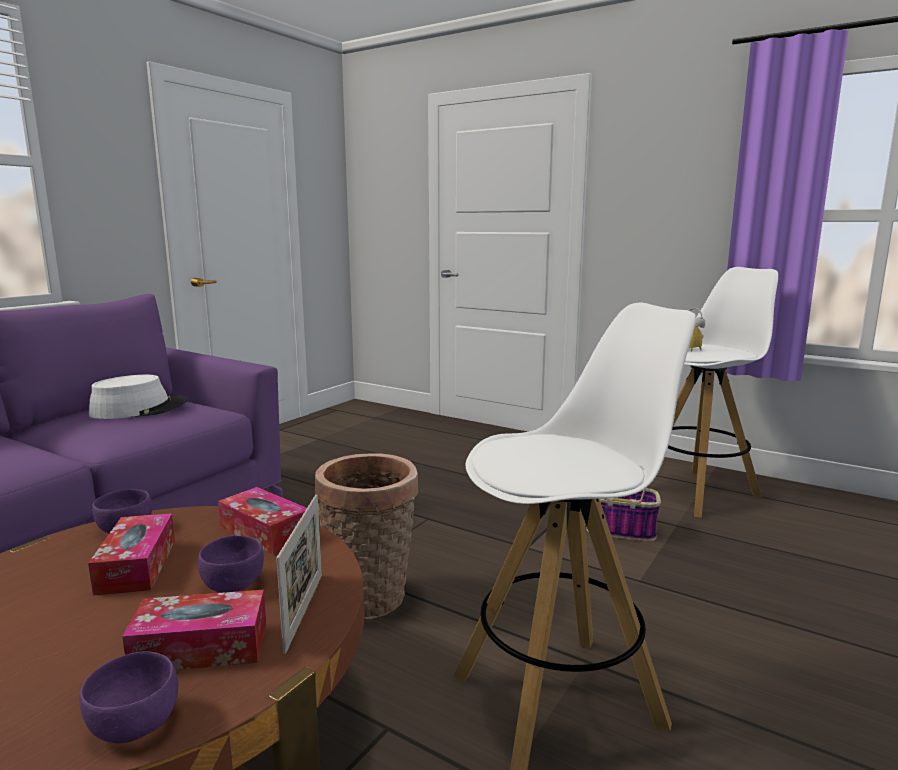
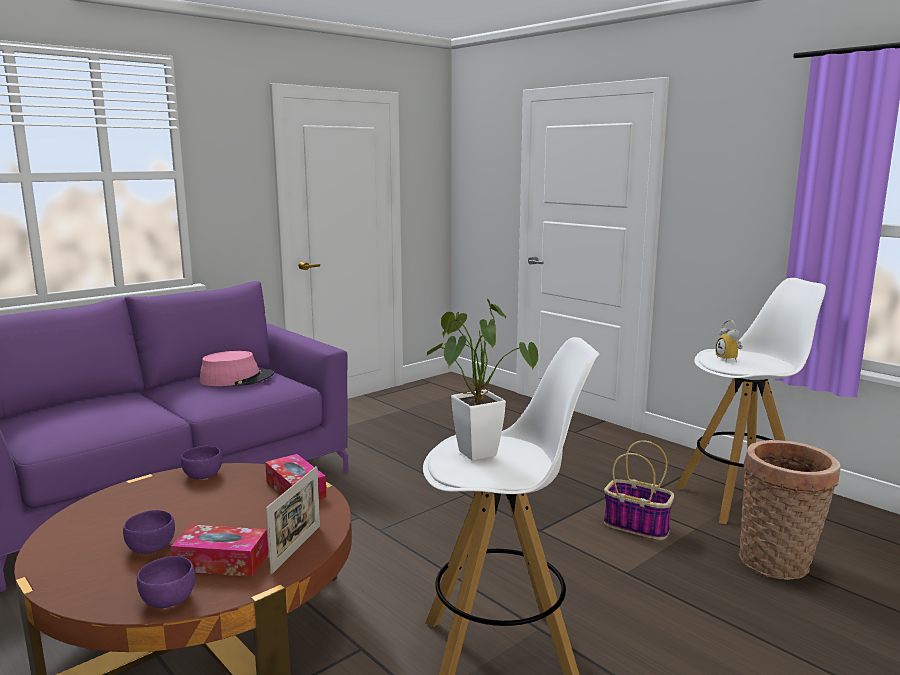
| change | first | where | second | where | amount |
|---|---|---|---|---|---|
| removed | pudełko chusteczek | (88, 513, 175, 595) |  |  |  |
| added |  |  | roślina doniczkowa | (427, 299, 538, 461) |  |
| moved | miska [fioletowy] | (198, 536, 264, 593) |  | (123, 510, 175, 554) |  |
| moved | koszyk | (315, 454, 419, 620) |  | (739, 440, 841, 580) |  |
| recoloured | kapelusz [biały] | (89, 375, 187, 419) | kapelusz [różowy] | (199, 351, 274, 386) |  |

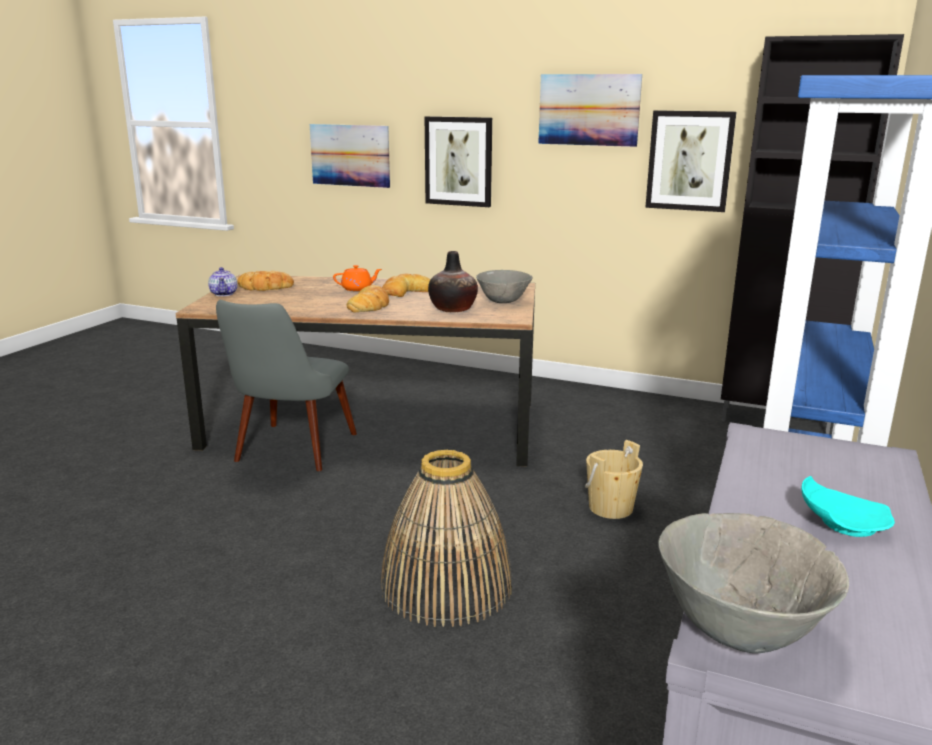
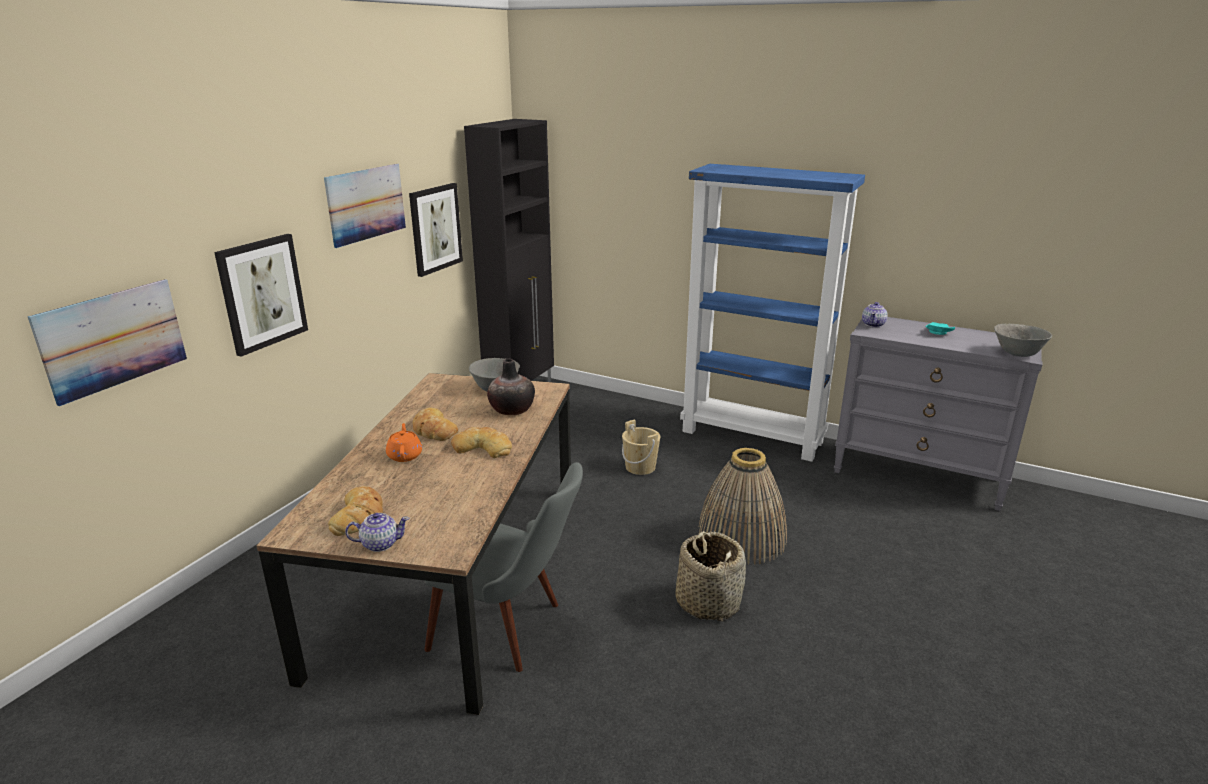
| change | first | where | second | where | amount |
|---|---|---|---|---|---|
| added |  |  | koszyk | (675, 531, 746, 621) |  |
| added |  |  | imbryk | (862, 302, 888, 327) |  |

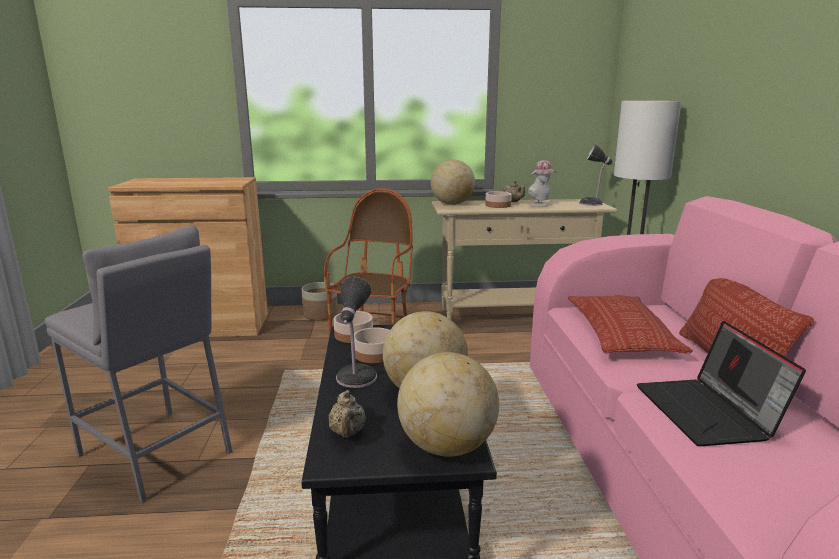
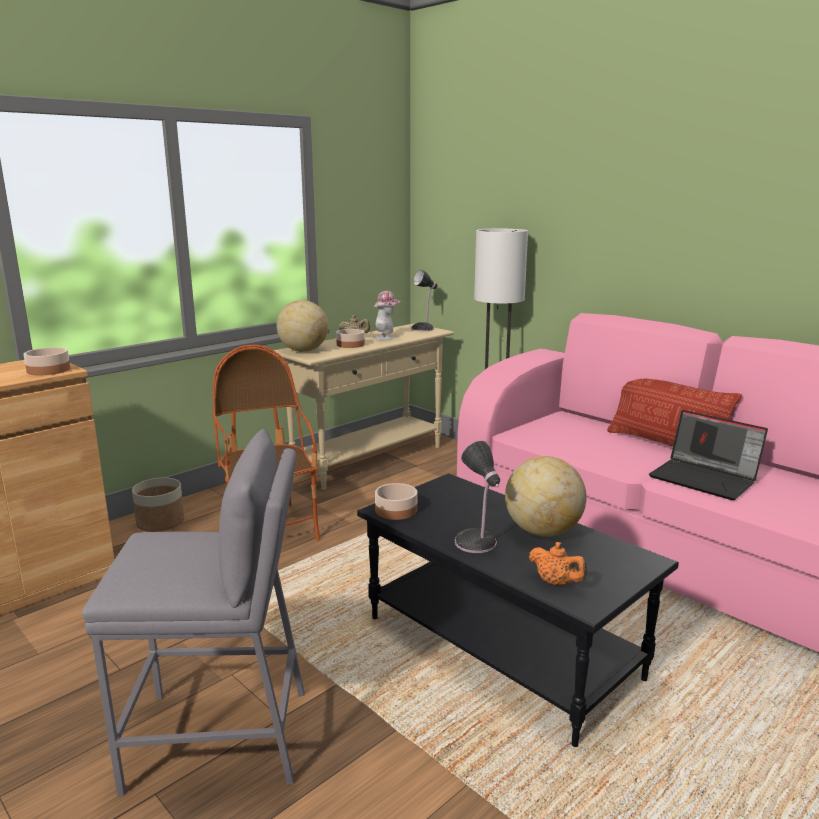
| change | first | where | second | where | amount |
|---|---|---|---|---|---|
| removed | globus | (397, 352, 499, 457) |  |  |  |
| removed | poduszka | (568, 295, 693, 354) |  |  |  |
| moved | miska | (354, 327, 390, 363) |  | (24, 347, 70, 375) |  |
| recoloured | imbryk [beżowy] | (328, 390, 366, 438) | imbryk [pomarańczowy] | (529, 542, 587, 586) |  |

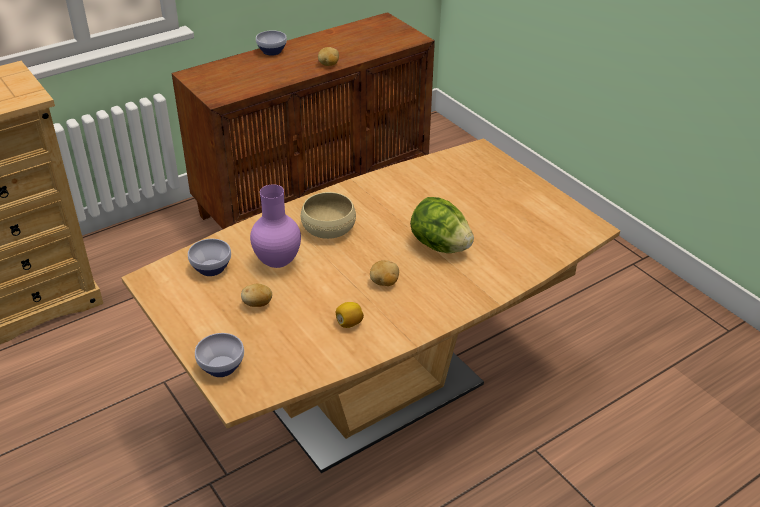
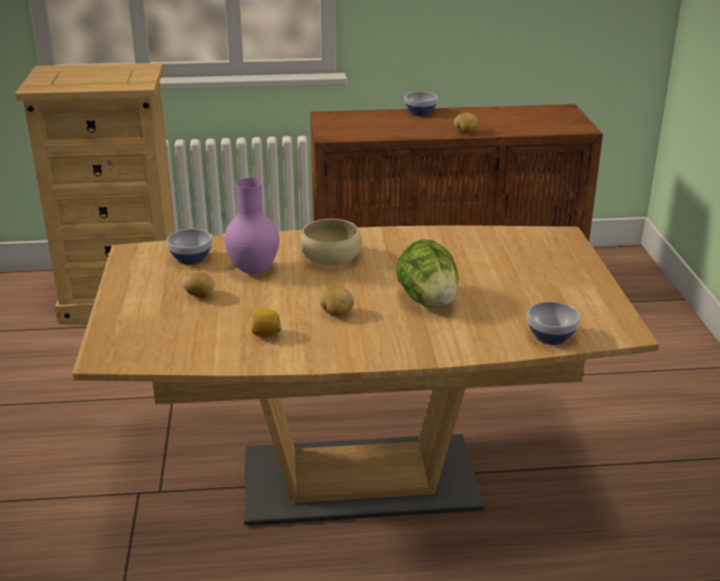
| change | first | where | second | where | amount |
|---|---|---|---|---|---|
| moved | miska | (195, 333, 244, 377) |  | (527, 301, 580, 345) |  |

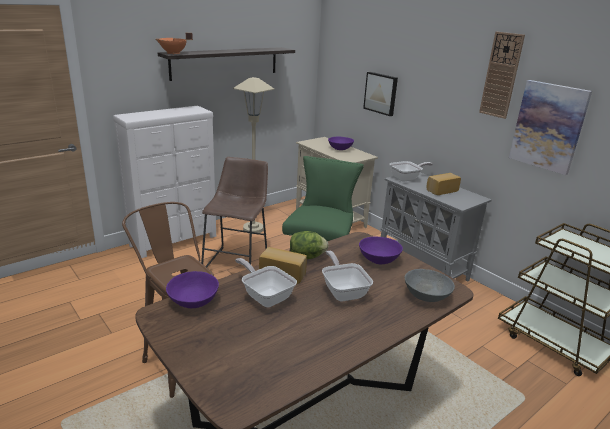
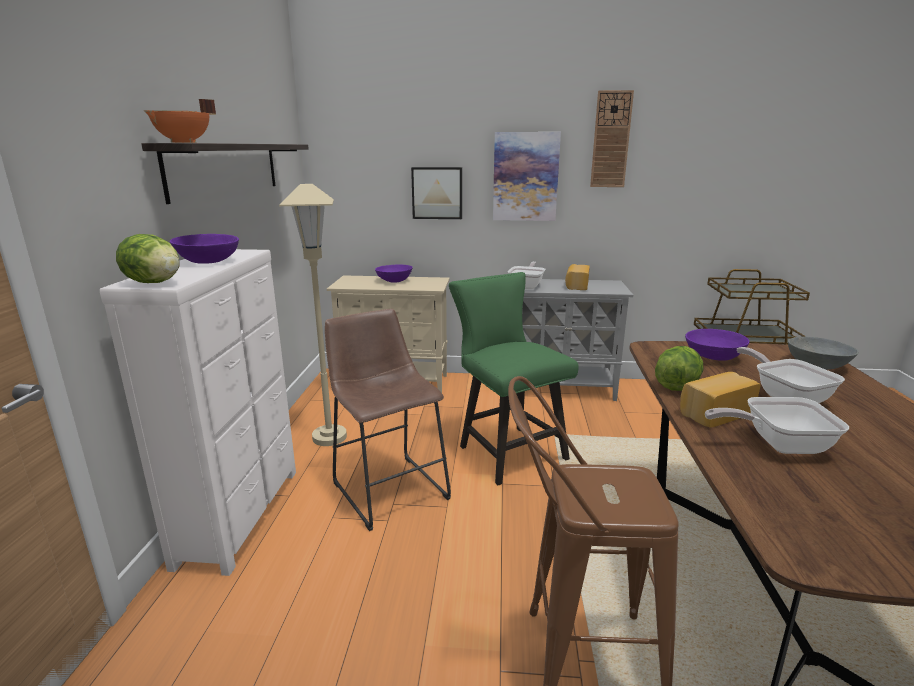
| change | first | where | second | where | amount |
|---|---|---|---|---|---|
| added |  |  | sałata | (116, 234, 180, 283) |  |
| moved | miska [fioletowy] | (166, 271, 219, 308) |  | (170, 234, 239, 264) |  |
| moved | obraz | (509, 80, 592, 175) |  | (493, 132, 561, 221) |  |
| turned | patelnia | (322, 250, 373, 301) |  | (737, 347, 845, 403) | 45 degrees clockwise |

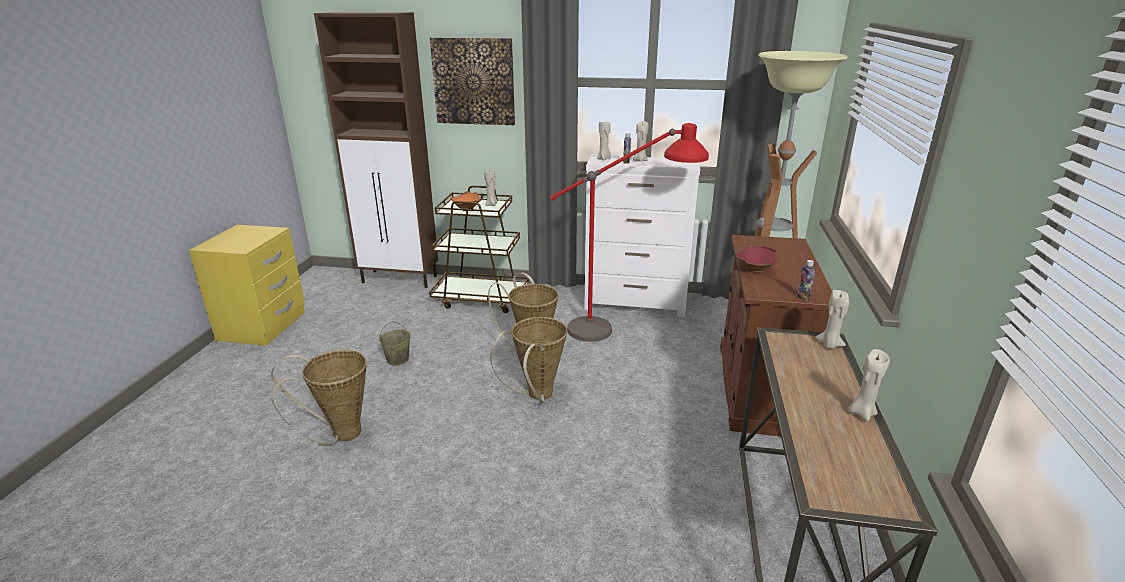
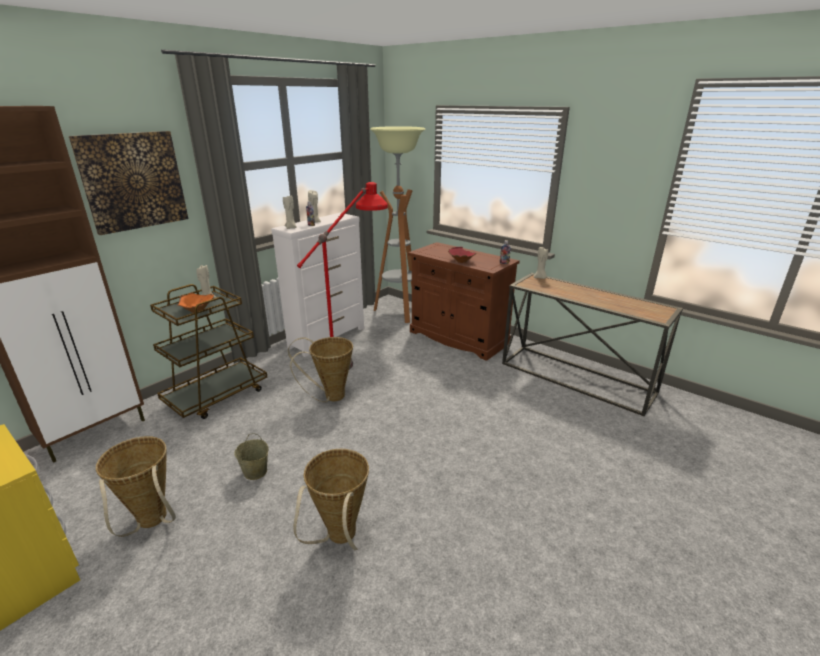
| change | first | where | second | where | amount |
|---|---|---|---|---|---|
| removed | świeca [beżowy] | (849, 349, 890, 421) |  |  |  |
| moved | koszyk | (490, 317, 567, 403) |  | (96, 436, 176, 537) |  |

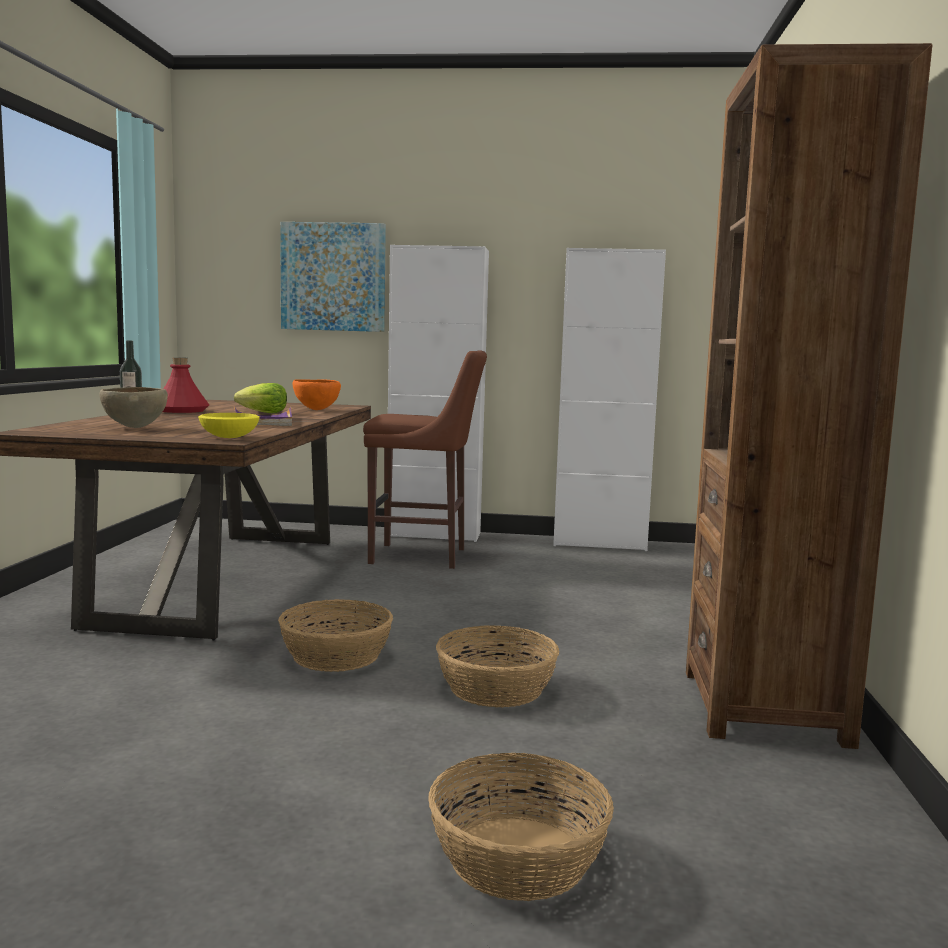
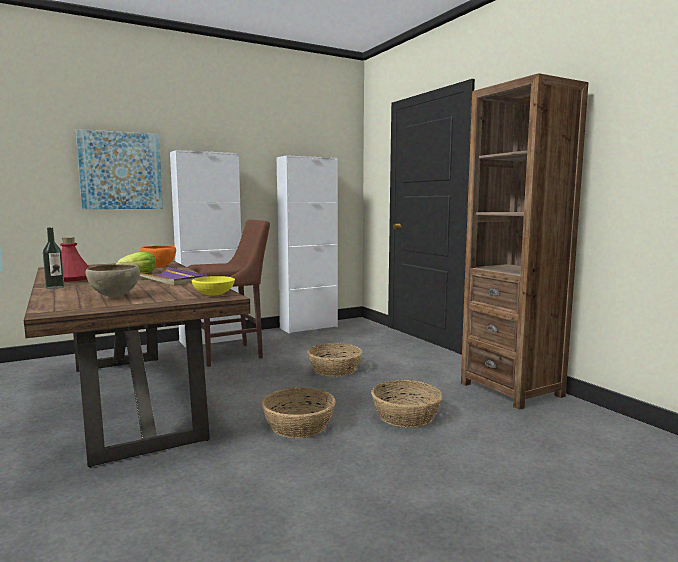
| change | first | where | second | where | amount |
|---|---|---|---|---|---|
| moved | koszyk | (428, 753, 614, 901) |  | (307, 343, 362, 377) |  |

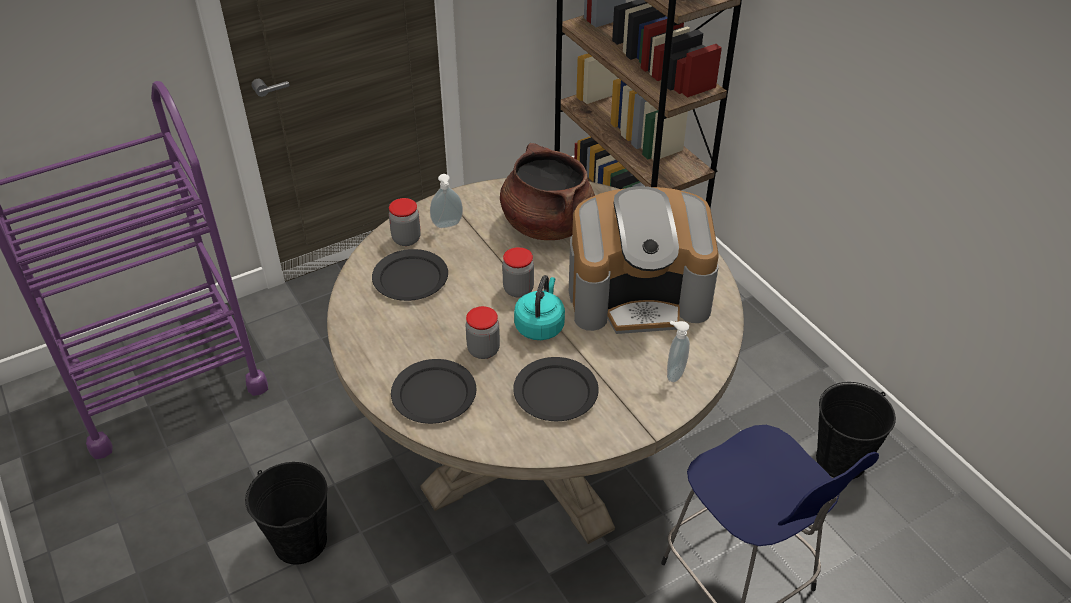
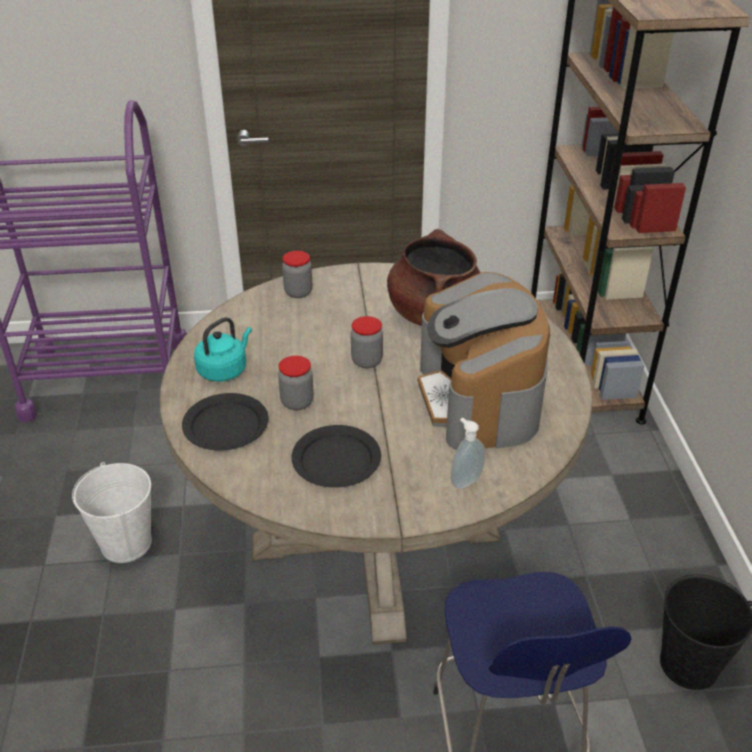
| change | first | where | second | where | amount |
|---|---|---|---|---|---|
| removed | talerz [czarny] | (372, 249, 448, 301) |  |  |  |
| removed | dozownik mydła | (430, 174, 463, 228) |  |  |  |
| moved | czajnik [turkusowy] | (514, 275, 565, 340) |  | (194, 317, 252, 382) |  |
| recoloured | wiadro [czarny] | (245, 462, 327, 565) | wiadro [biały] | (72, 462, 152, 563) |  |
| turned | ekspres do kawy | (569, 186, 719, 334) |  | (418, 272, 550, 450) | 60 degrees clockwise |

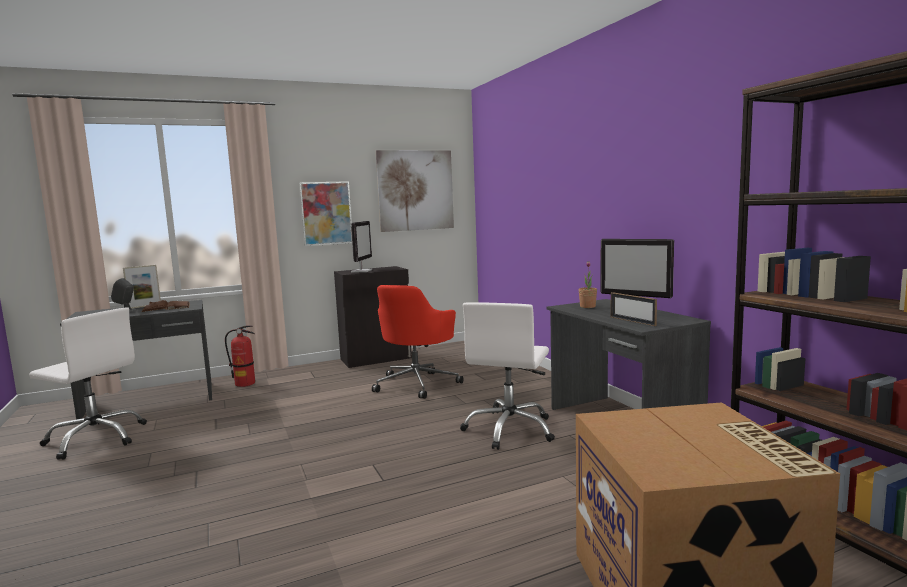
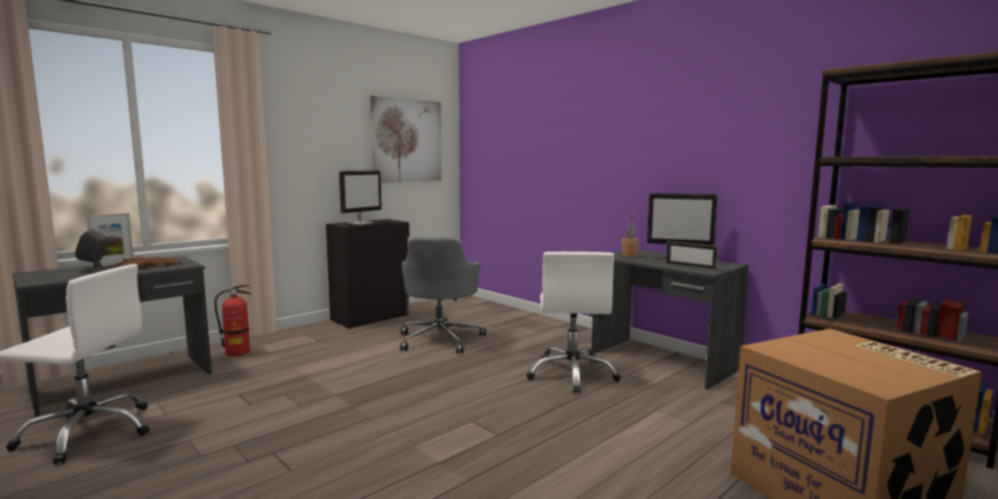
| change | first | where | second | where | amount |
|---|---|---|---|---|---|
| removed | obraz | (299, 181, 352, 246) |  |  |  |
| recoloured | krzesło biurowe [czerwony] | (372, 285, 464, 399) | krzesło biurowe [szary] | (400, 237, 486, 353) |  |
| turned | monitor | (351, 221, 372, 273) |  | (339, 170, 382, 225) | 45 degrees clockwise |

